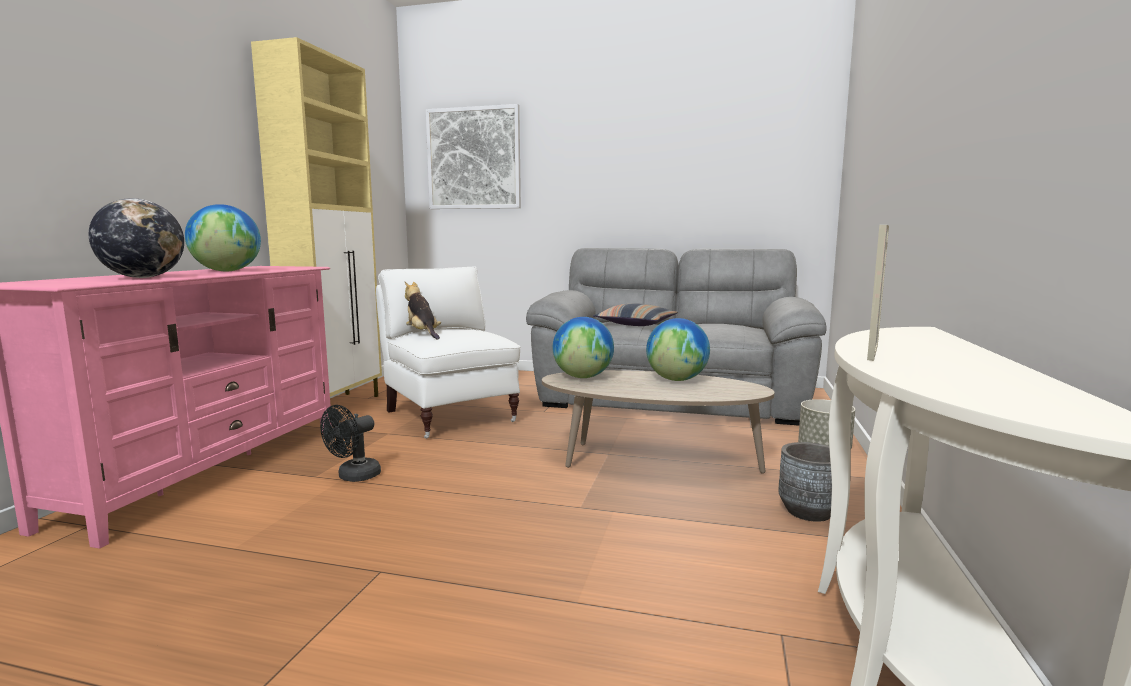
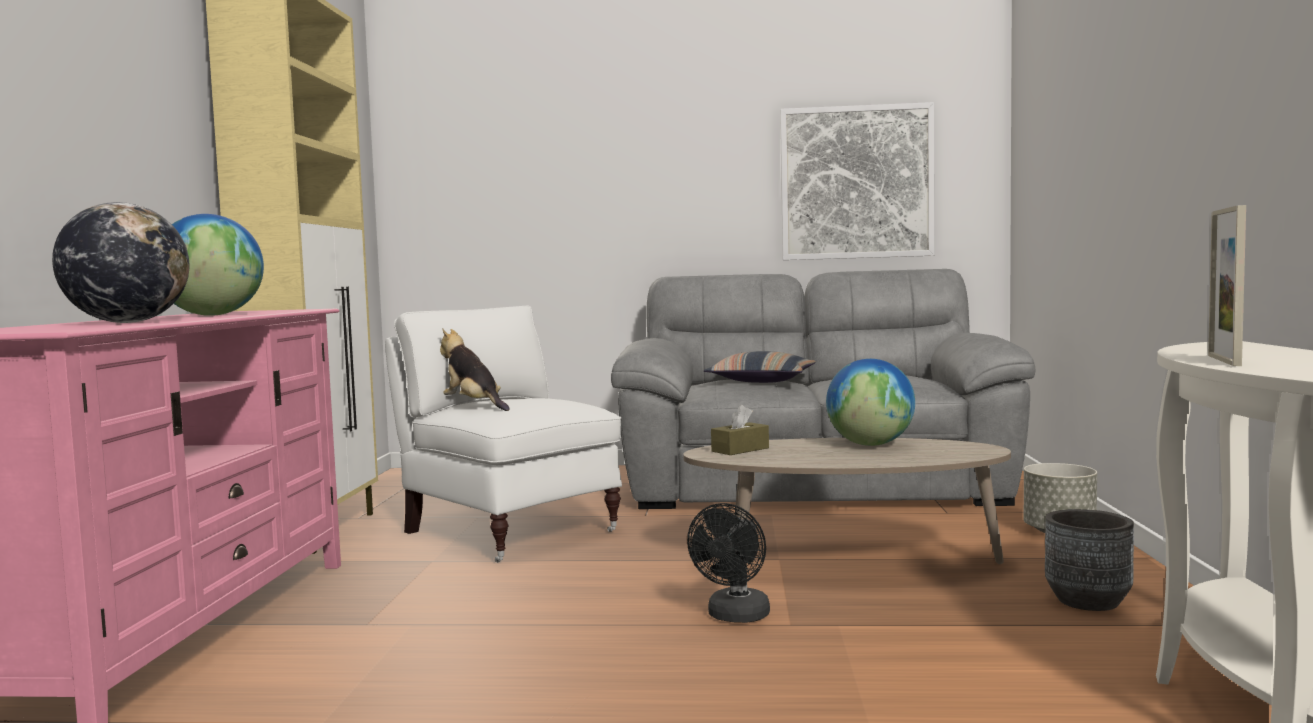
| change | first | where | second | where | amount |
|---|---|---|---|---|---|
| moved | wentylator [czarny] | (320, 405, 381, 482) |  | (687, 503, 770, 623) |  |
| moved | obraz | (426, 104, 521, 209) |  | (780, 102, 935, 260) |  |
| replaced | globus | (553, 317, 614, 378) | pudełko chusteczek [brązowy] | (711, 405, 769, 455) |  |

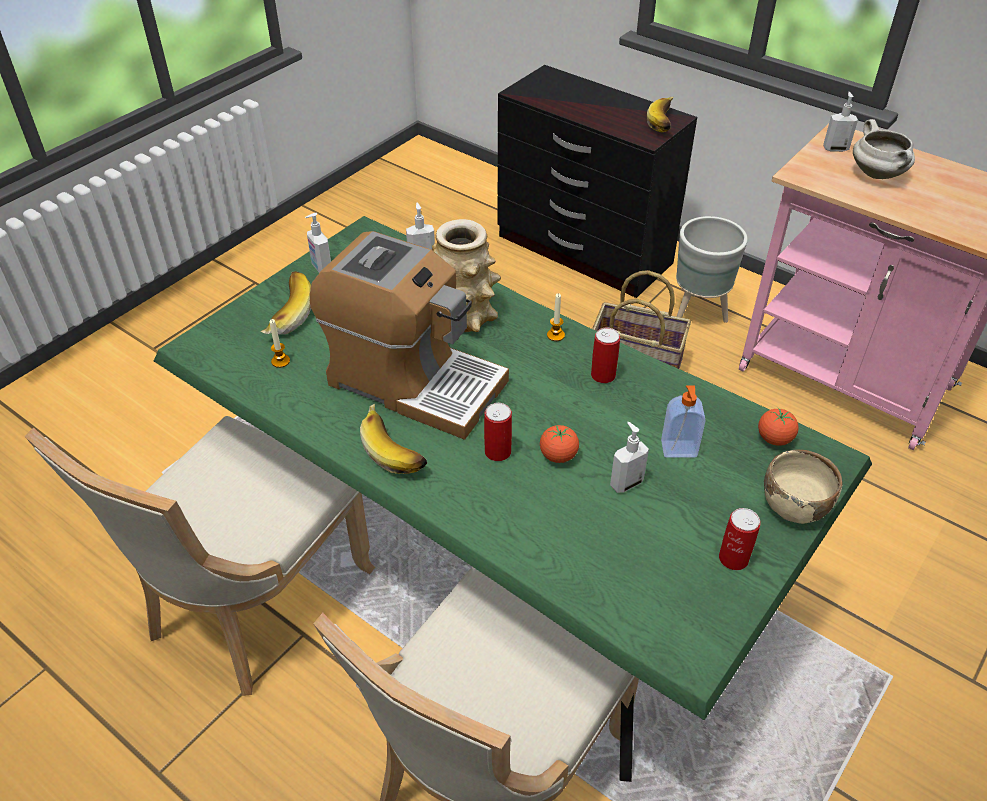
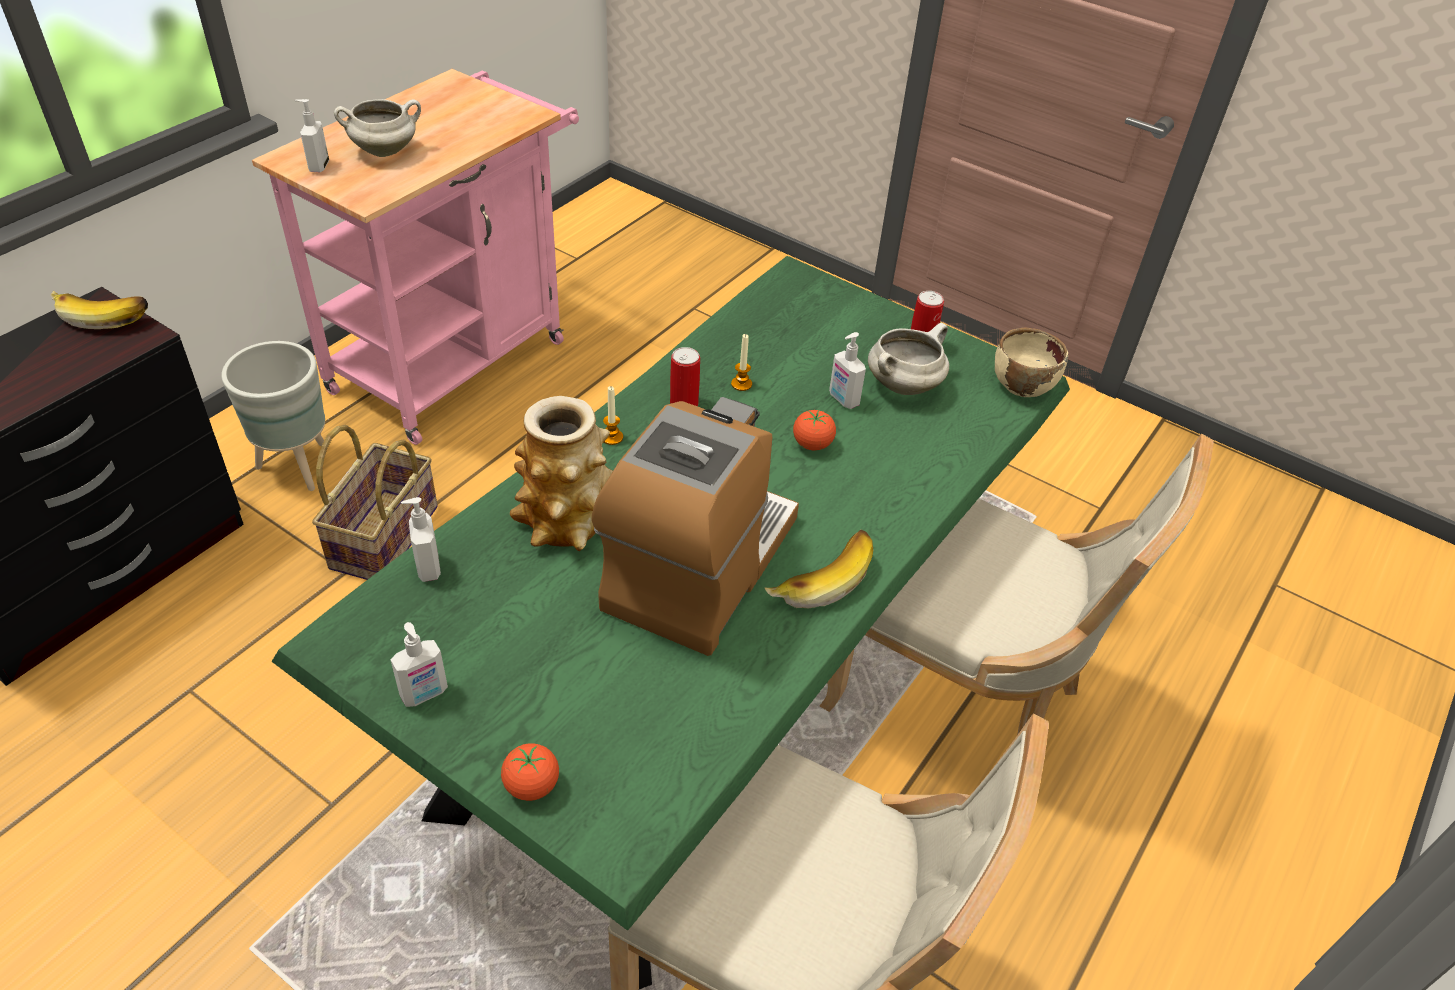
| change | first | where | second | where | amount |
|---|---|---|---|---|---|
| removed | banan | (260, 271, 311, 335) |  |  |  |
| removed | puszka | (484, 403, 512, 461) |  |  |  |
| removed | dozownik mydła | (661, 386, 706, 458) |  |  |  |
| added |  |  | garnek [biały] | (868, 323, 949, 395) |  |
| moved | świeca | (270, 319, 290, 368) |  | (731, 334, 752, 391) |  |
| moved | pomidor | (758, 408, 799, 446) |  | (501, 743, 559, 801) |  |
| moved | miska [beżowy] | (764, 450, 842, 524) |  | (995, 328, 1068, 397) |  |

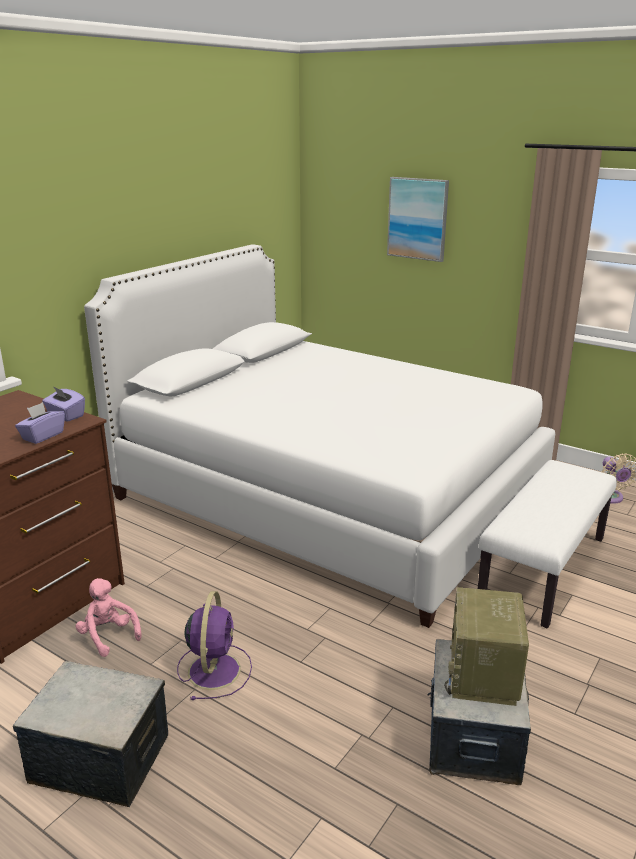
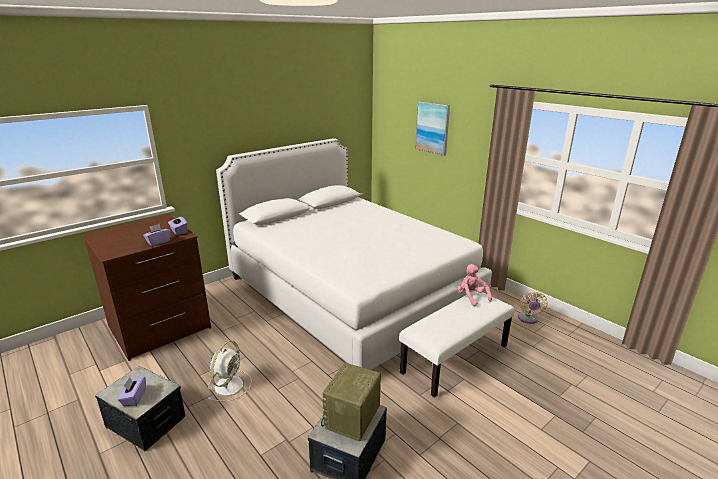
| change | first | where | second | where | amount |
|---|---|---|---|---|---|
| added |  |  | pudełko chusteczek [fioletowy] | (117, 376, 146, 406) |  |
| moved | pluszak [różowy] | (75, 578, 142, 657) |  | (457, 264, 492, 306) |  |
| recoloured | wentylator [fioletowy] | (177, 591, 252, 700) | wentylator [biały] | (208, 341, 252, 401) |  |

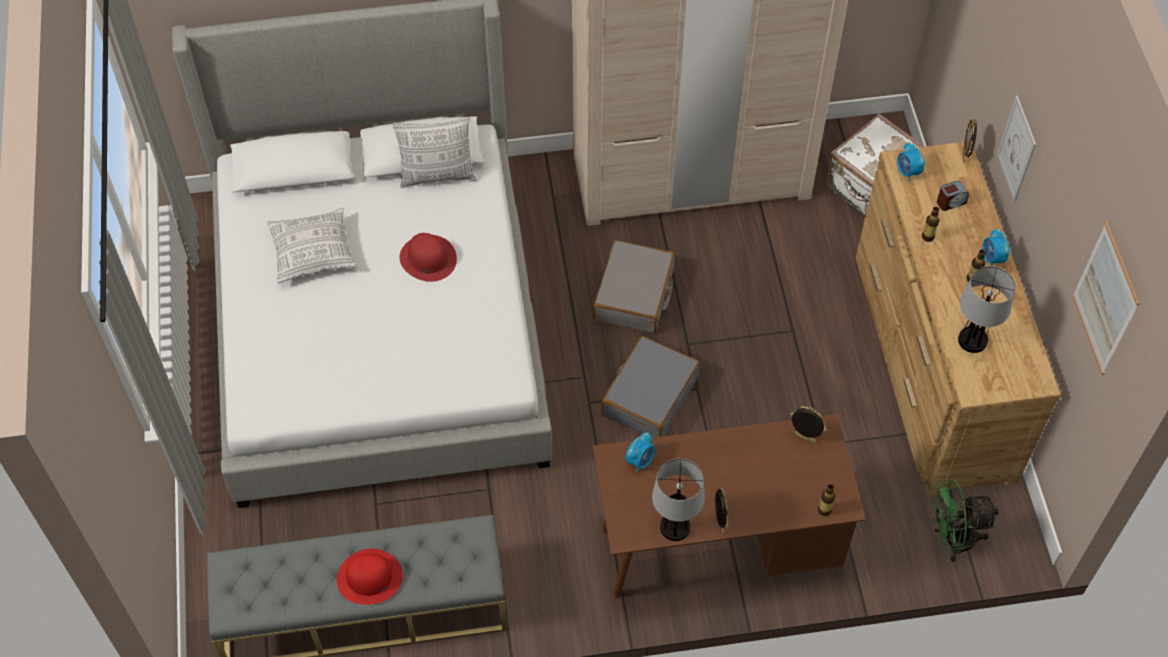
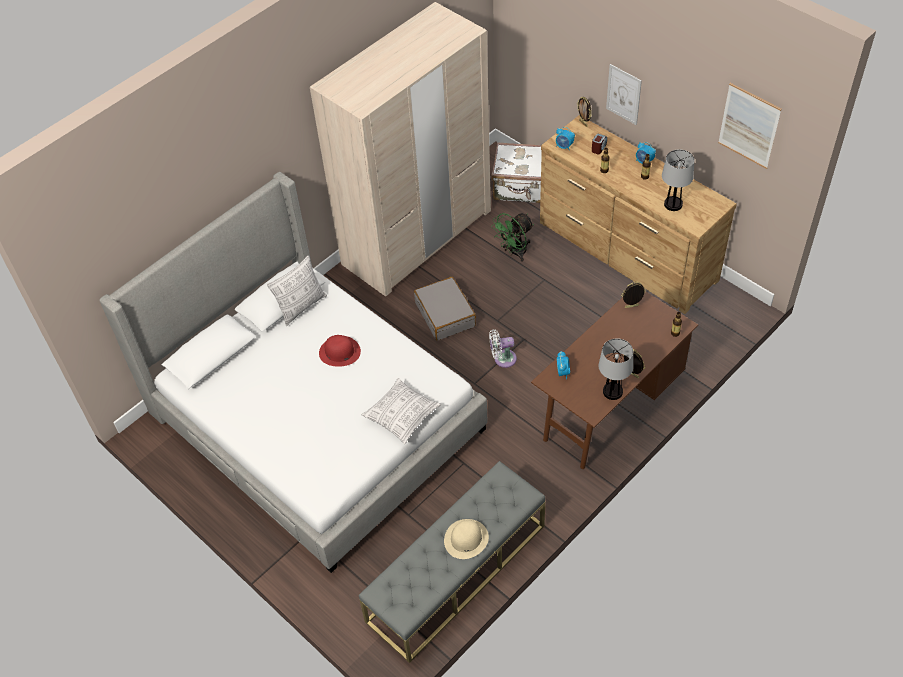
| change | first | where | second | where | amount |
|---|---|---|---|---|---|
| moved | poduszka | (267, 208, 357, 284) |  | (361, 378, 441, 444) |  |
| moved | wentylator [zielony] | (931, 479, 998, 562) |  | (491, 213, 534, 262) |  |
| replaced | walizka [szary] | (601, 336, 700, 438) | wentylator [biały] | (489, 329, 517, 368) |  |
| recoloured | kapelusz [czerwony] | (337, 549, 403, 605) | kapelusz [beżowy] | (444, 519, 489, 559) |  |

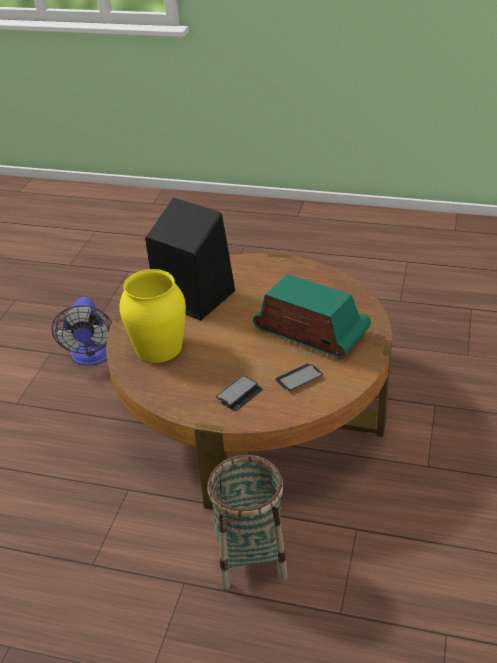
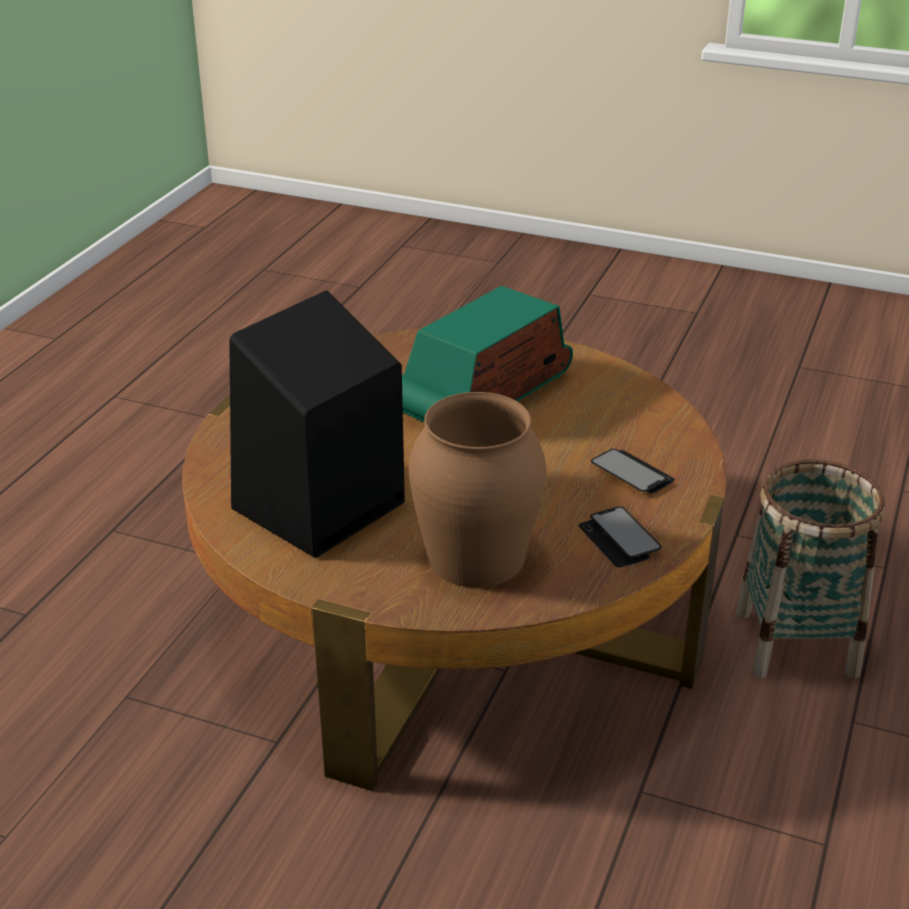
| change | first | where | second | where | amount |
|---|---|---|---|---|---|
| removed | wentylator | (51, 297, 112, 365) |  |  |  |
| moved | telefon | (275, 364, 323, 390) |  | (578, 506, 662, 567) |  |
| recoloured | wazon [żółty] | (119, 269, 186, 363) | wazon [brązowy] | (409, 392, 546, 588) |  |

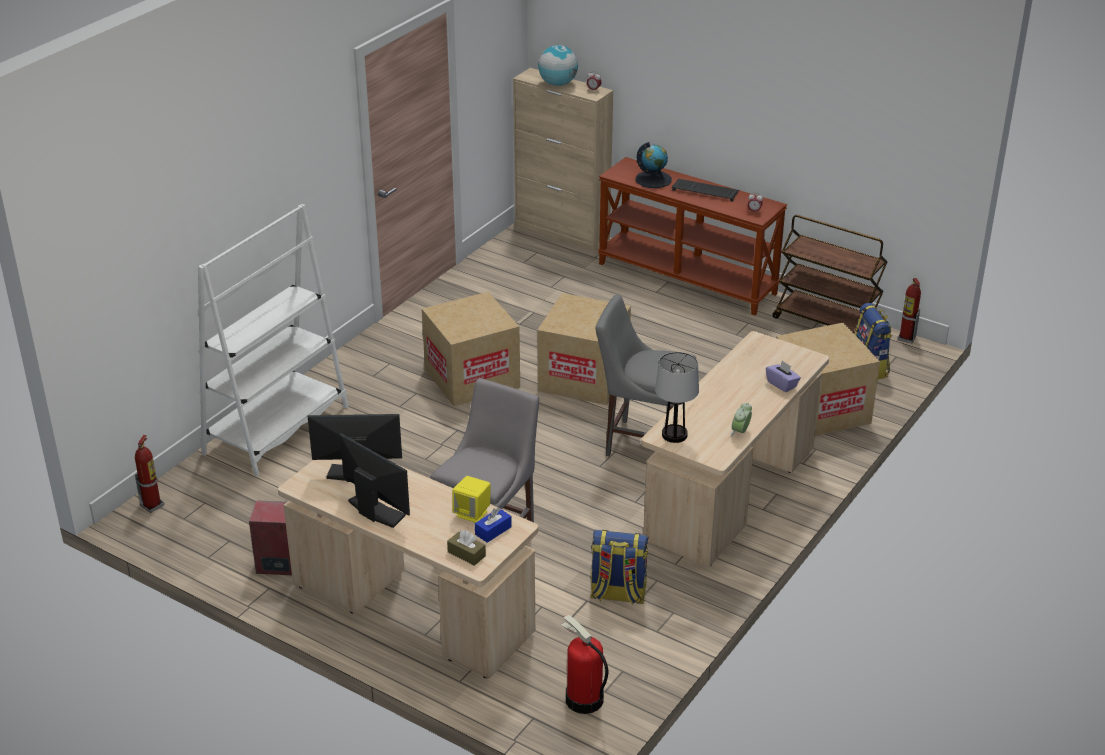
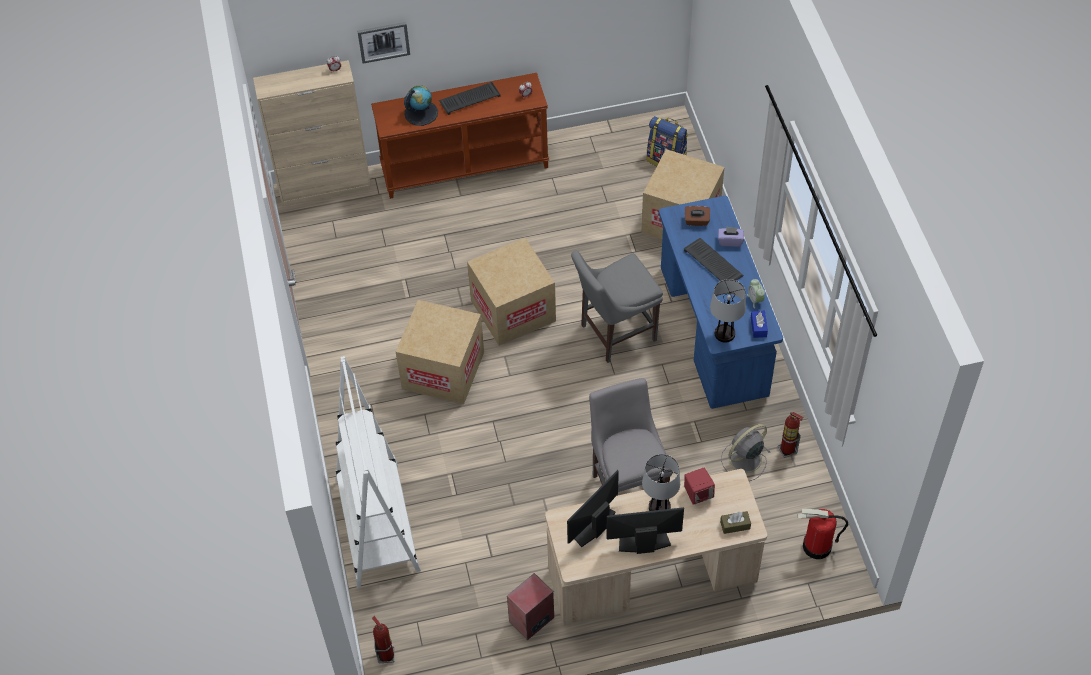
| change | first | where | second | where | amount |
|---|---|---|---|---|---|
| removed | globus | (538, 45, 578, 86) |  |  |  |
| removed | wózek [brązowy] | (772, 215, 888, 333) |  |  |  |
| added |  |  | obraz | (357, 22, 410, 64) |  |
| added |  |  | lampa stołowa | (642, 454, 680, 511) |  |
| added |  |  | klawiatura | (684, 238, 744, 281) |  |
| added |  |  | pudełko chusteczek [brązowy] | (685, 206, 710, 226) |  |
| moved | pudełko chusteczek [niebieski] | (475, 507, 512, 543) |  | (751, 311, 768, 338) |  |
| moved | gaśnica | (897, 278, 921, 343) |  | (778, 412, 803, 458) |  |
| replaced | plecak | (590, 530, 649, 605) | wentylator [szary] | (721, 424, 770, 481) |  |
| recoloured | głośnik [żółty] | (452, 476, 491, 523) | głośnik [czerwony] | (684, 468, 715, 505) |  |
| recoloured | biurko [beżowy] | (641, 331, 829, 567) | biurko [niebieski] | (659, 196, 783, 409) |  |

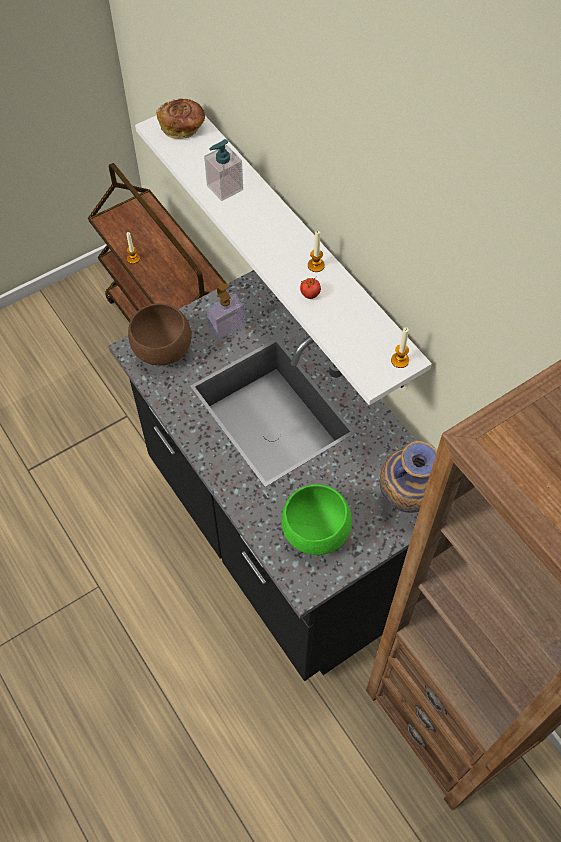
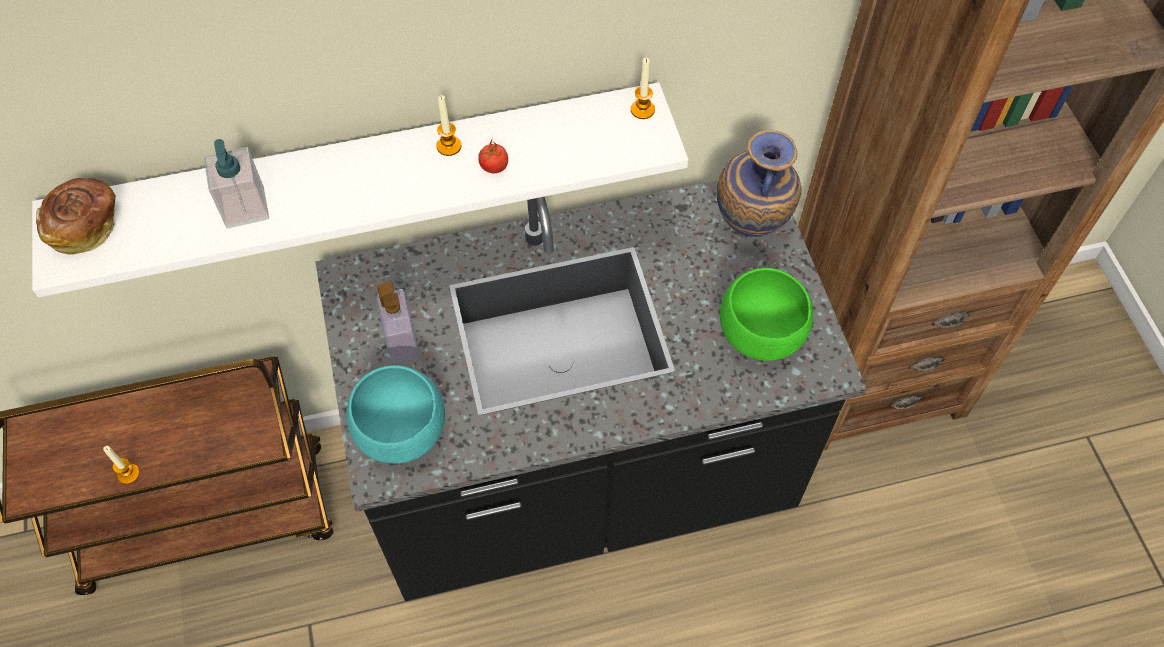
| change | first | where | second | where | amount |
|---|---|---|---|---|---|
| recoloured | miska [brązowy] | (128, 303, 192, 366) | miska [turkusowy] | (346, 365, 445, 464) |  |

